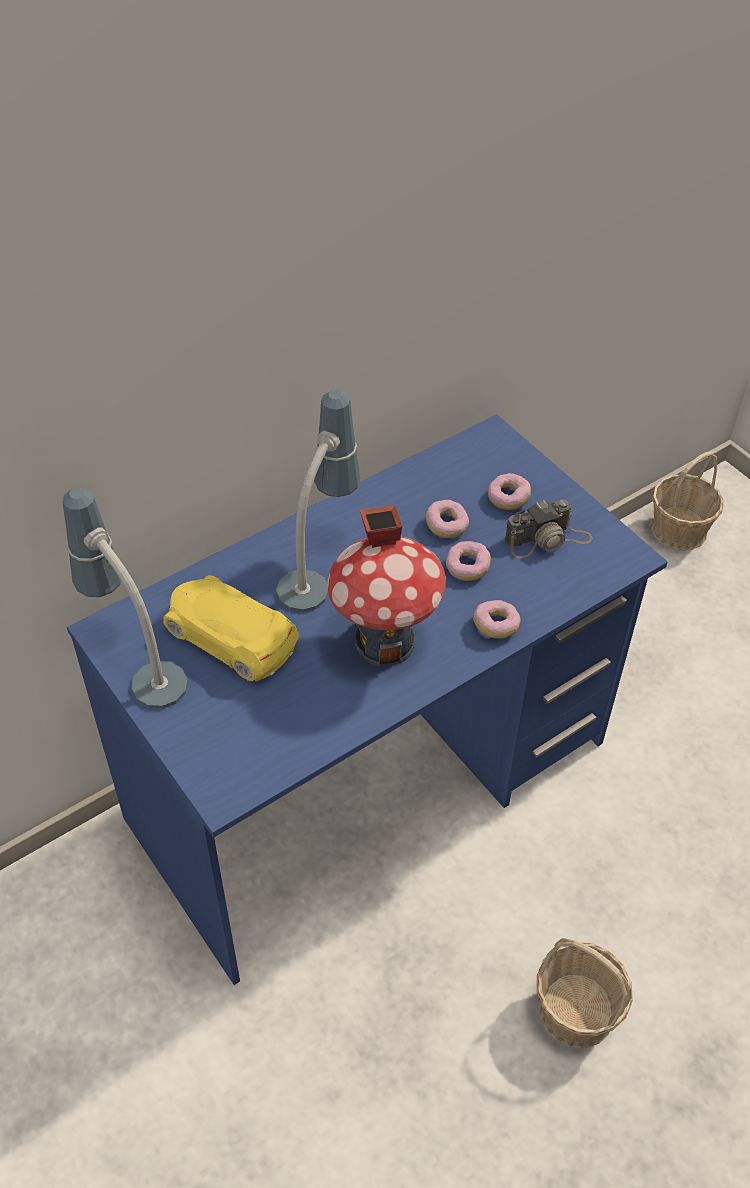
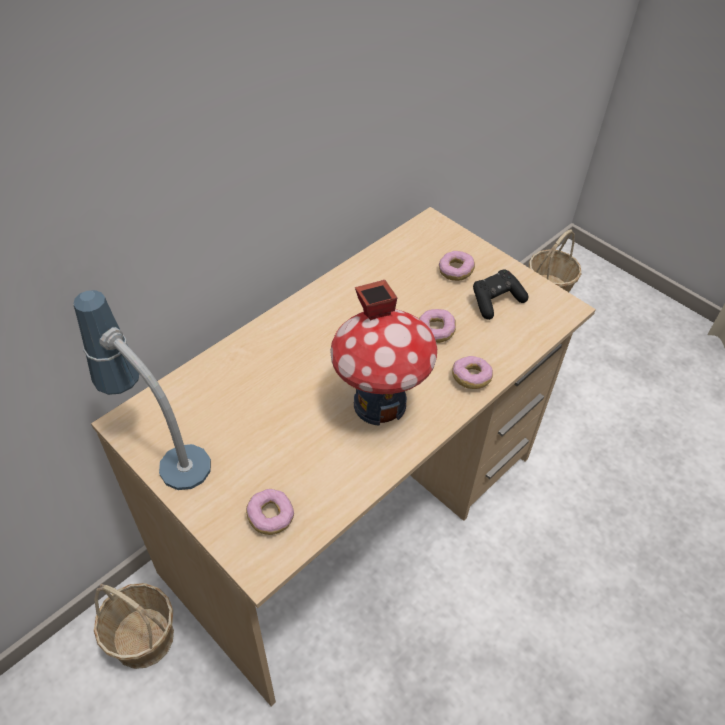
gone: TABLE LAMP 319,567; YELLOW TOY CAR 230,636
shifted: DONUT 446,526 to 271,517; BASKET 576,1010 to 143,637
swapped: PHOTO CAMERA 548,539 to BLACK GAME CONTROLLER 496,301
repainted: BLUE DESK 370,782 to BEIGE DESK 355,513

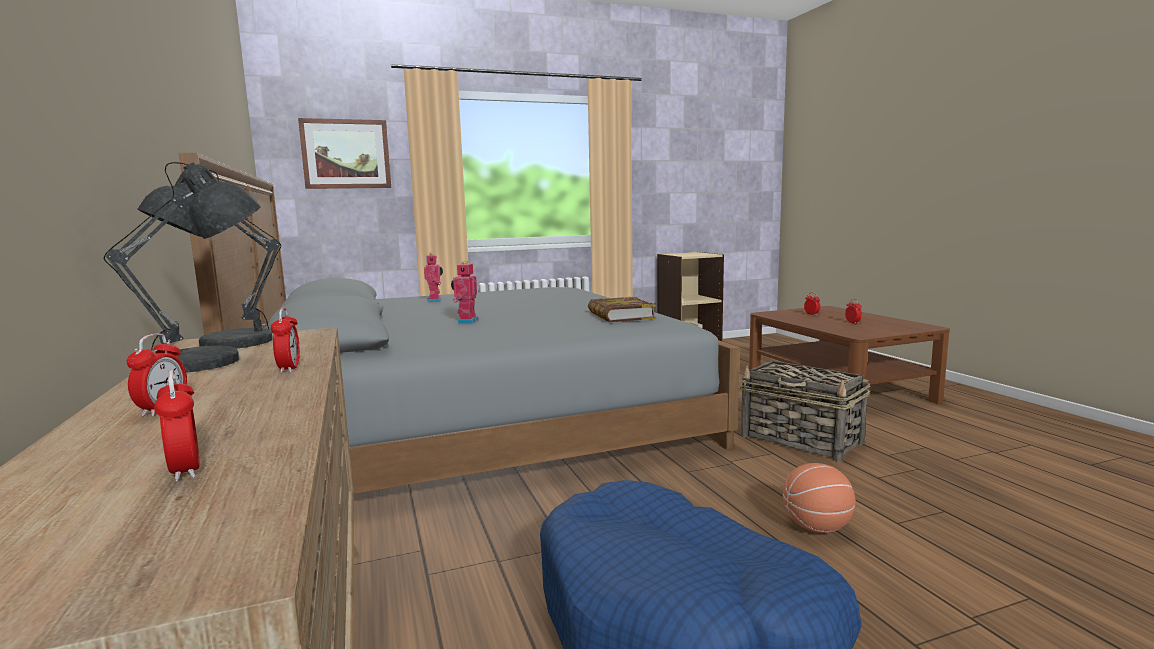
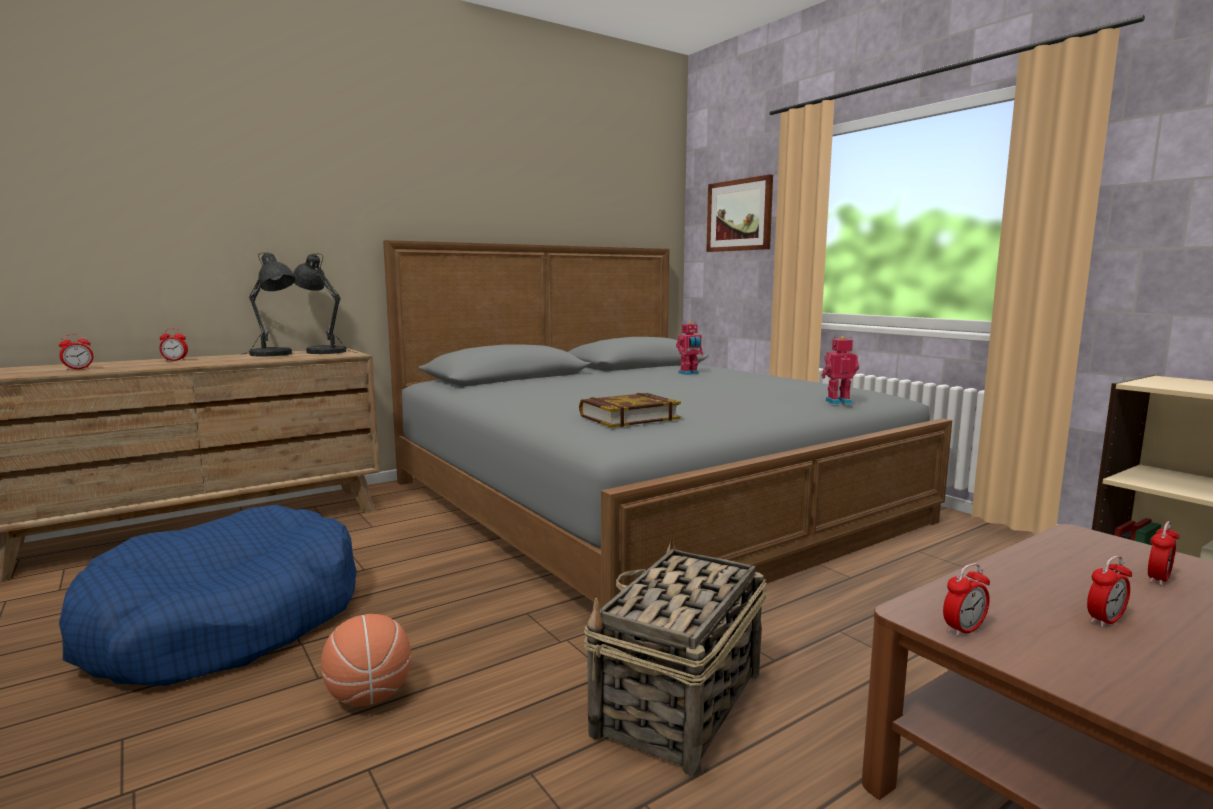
shifted: TOY ROBOT 466,321 to 837,401; ALARM CLOCK 289,369 to 963,630

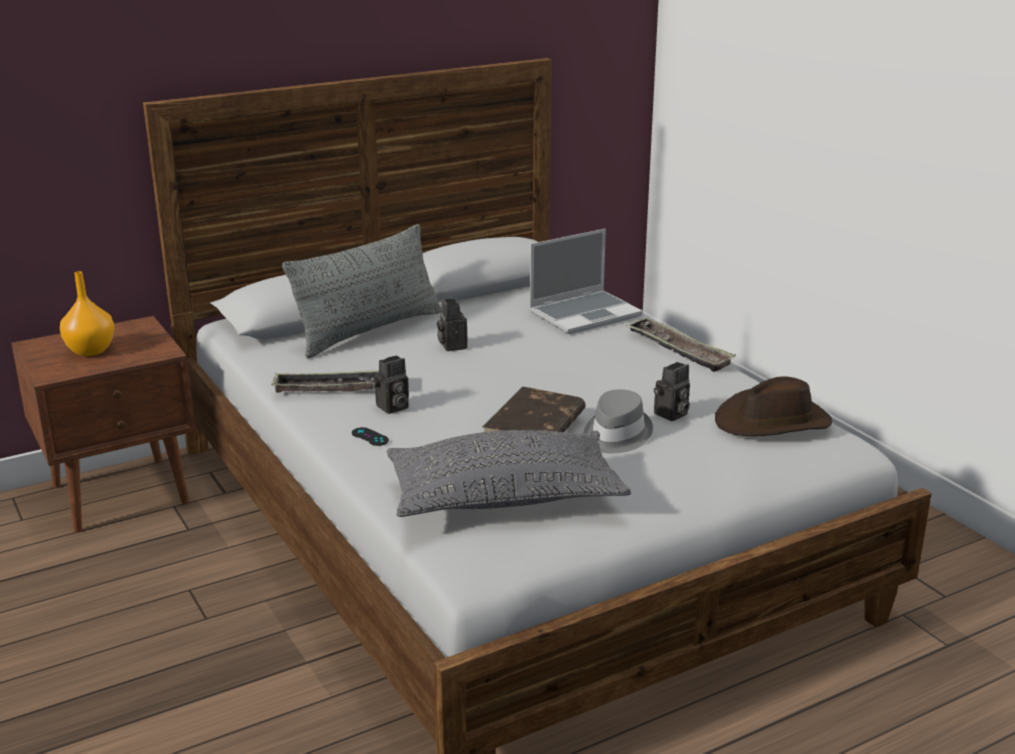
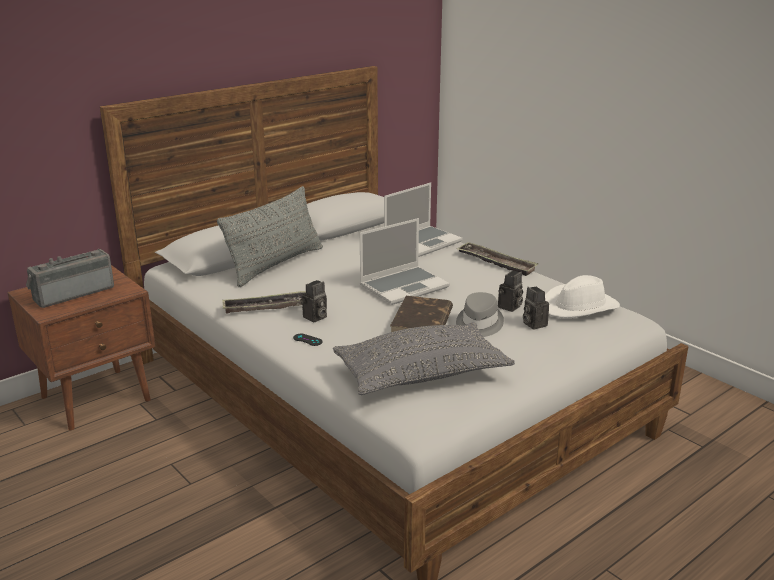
new: LAPTOP 404,286
shifted: PHOTO CAMERA 451,345 to 533,324
swapped: ORANGE VASE 91,350 to RADIO 73,293
repainted: BROWN HAT 773,422 to WHITE HAT 579,307

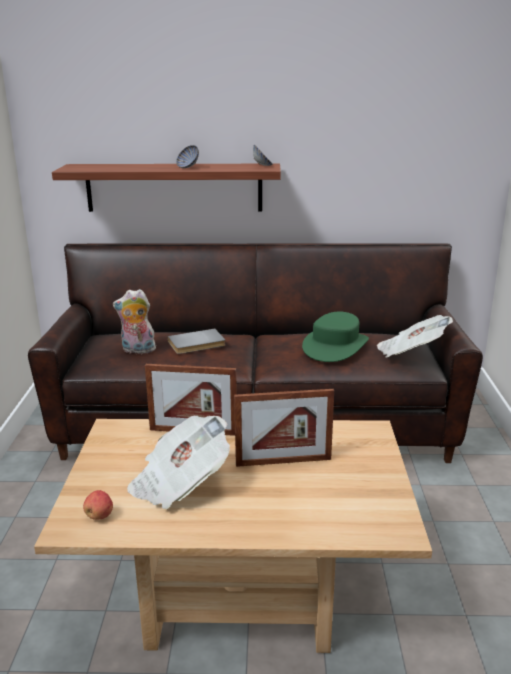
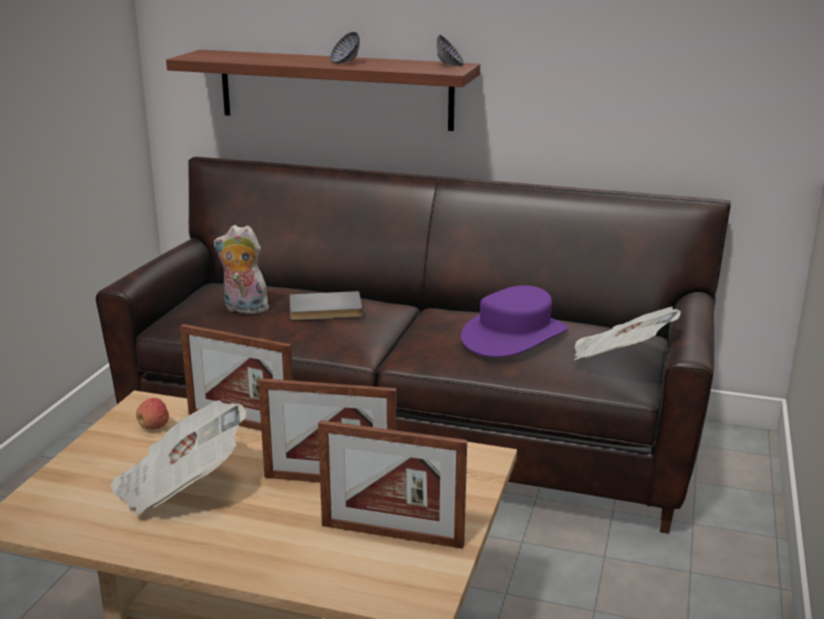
new: PICTURE FRAME 392,535
shifted: APPLE 99,516 to 154,427
repainted: GREEN HAT 335,346 to PURPLE HAT 514,335

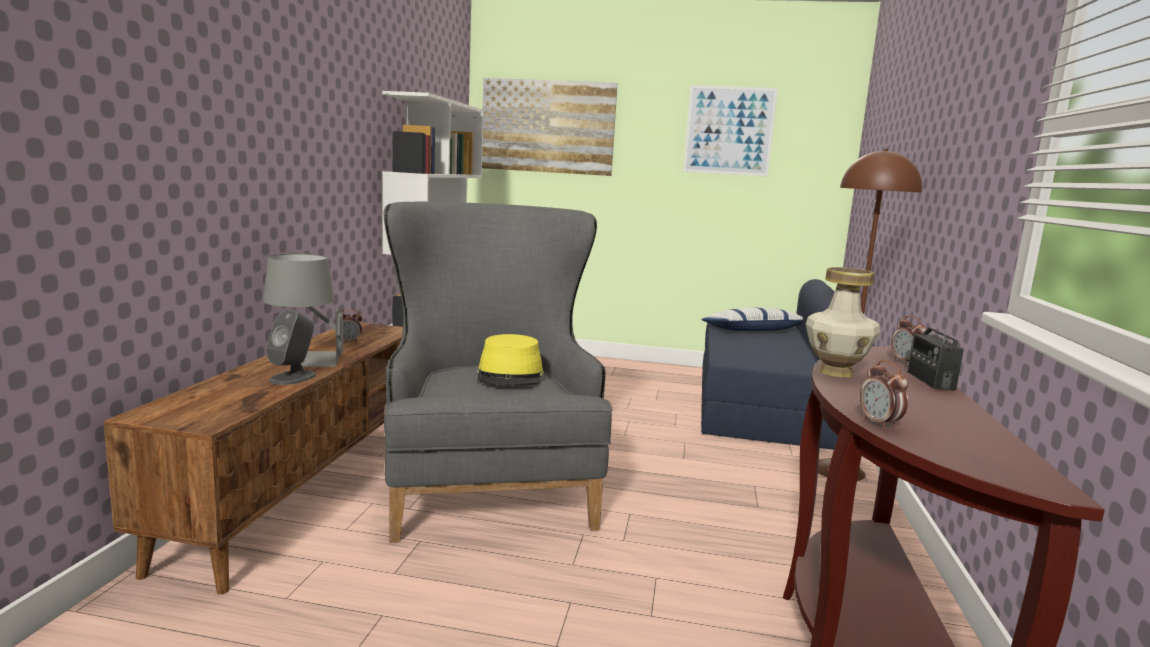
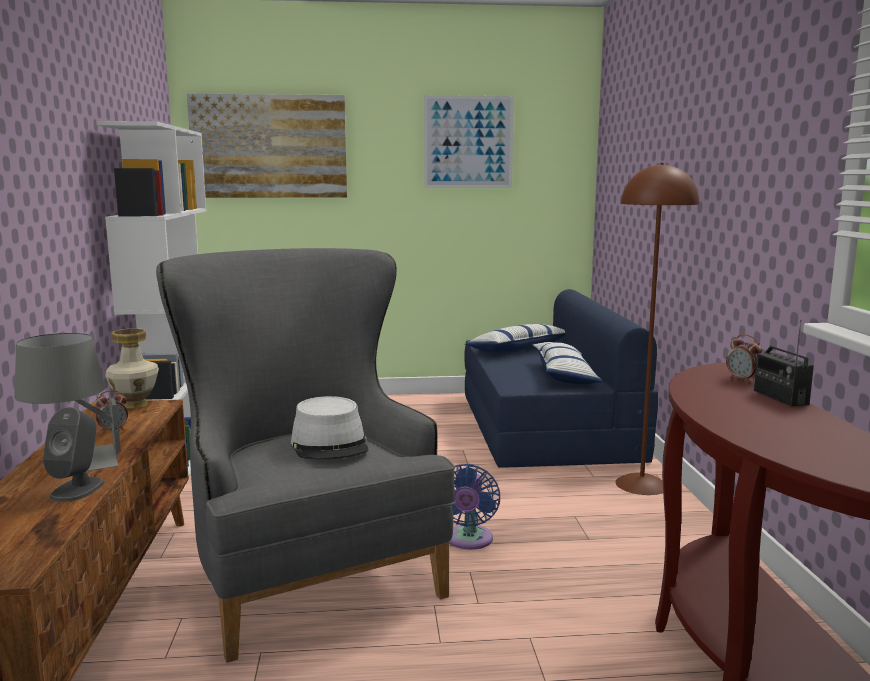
gone: ALARM CLOCK 879,423
new: PILLOW 564,375; BLUE FAN 468,541
shifted: VASE 836,373 to 135,405
repainted: YELLOW HAT 510,375 to GREY HAT 330,444

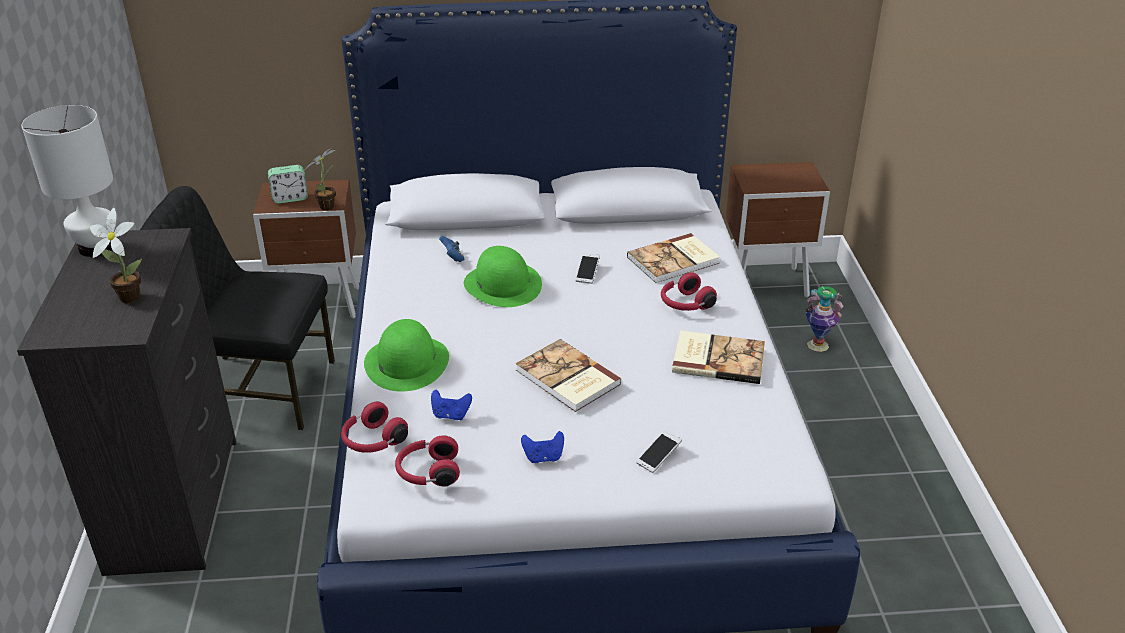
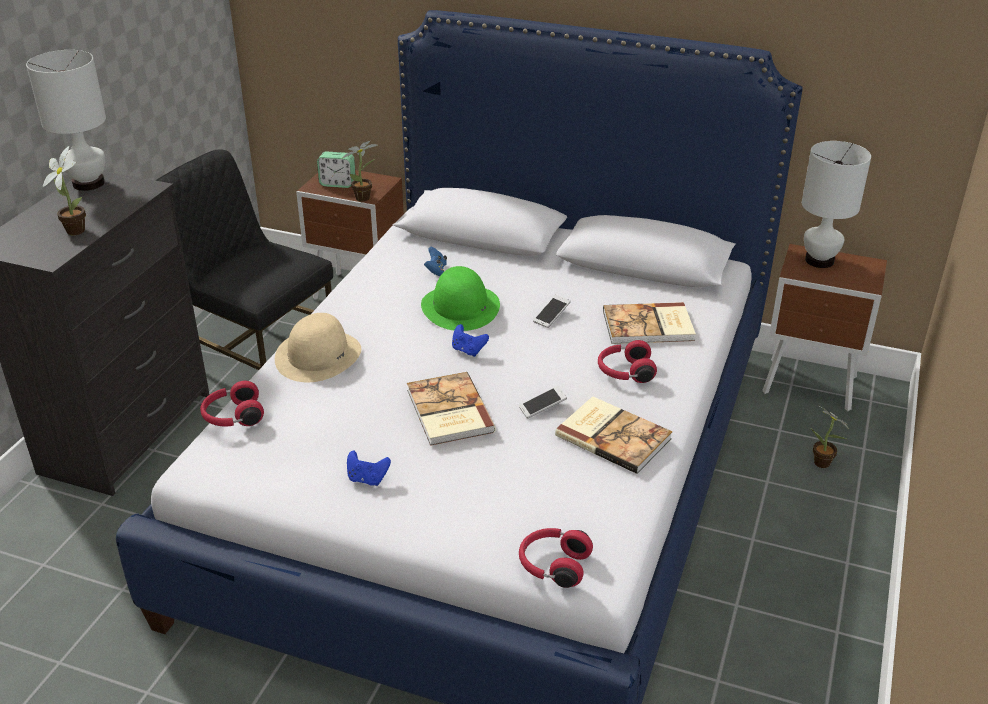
new: WHITE TABLE LAMP 820,260
shifted: BLUE GAME CONTROLLER 451,415 to 468,350; PHONE 658,456 to 542,407; RED HEADPHONES 428,472 to 553,565
swapped: VASE 817,345 to POTTED PLANT 823,465
repainted: GREEN HAT 406,362 to BEIGE HAT 318,355

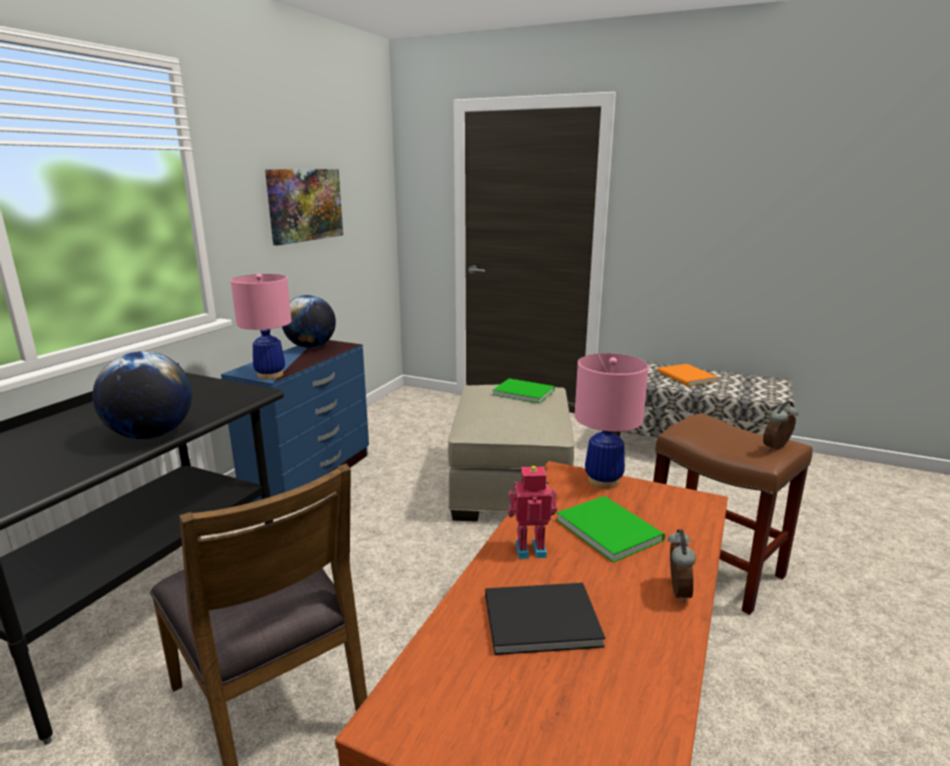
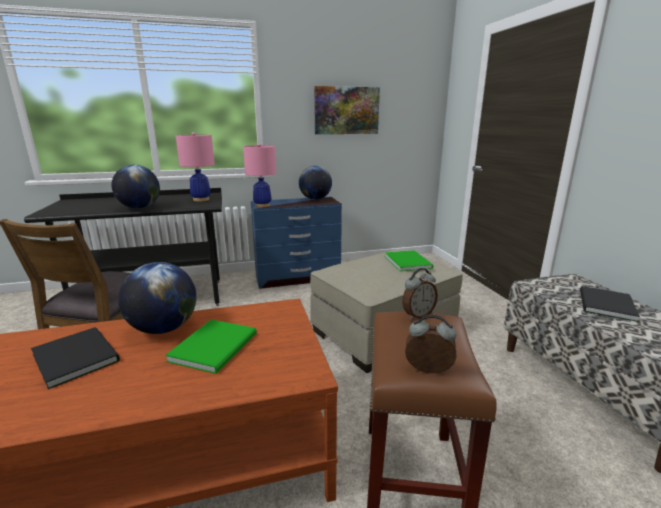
shifted: PINK TABLE LAMP 603,480 to 201,199; ALARM CLOCK 676,592 to 417,315
swapped: TOY ROBOT 530,549 to GLOBE 164,328
repainted: ORANGE BOOK 686,377 to BLACK BOOK 604,305

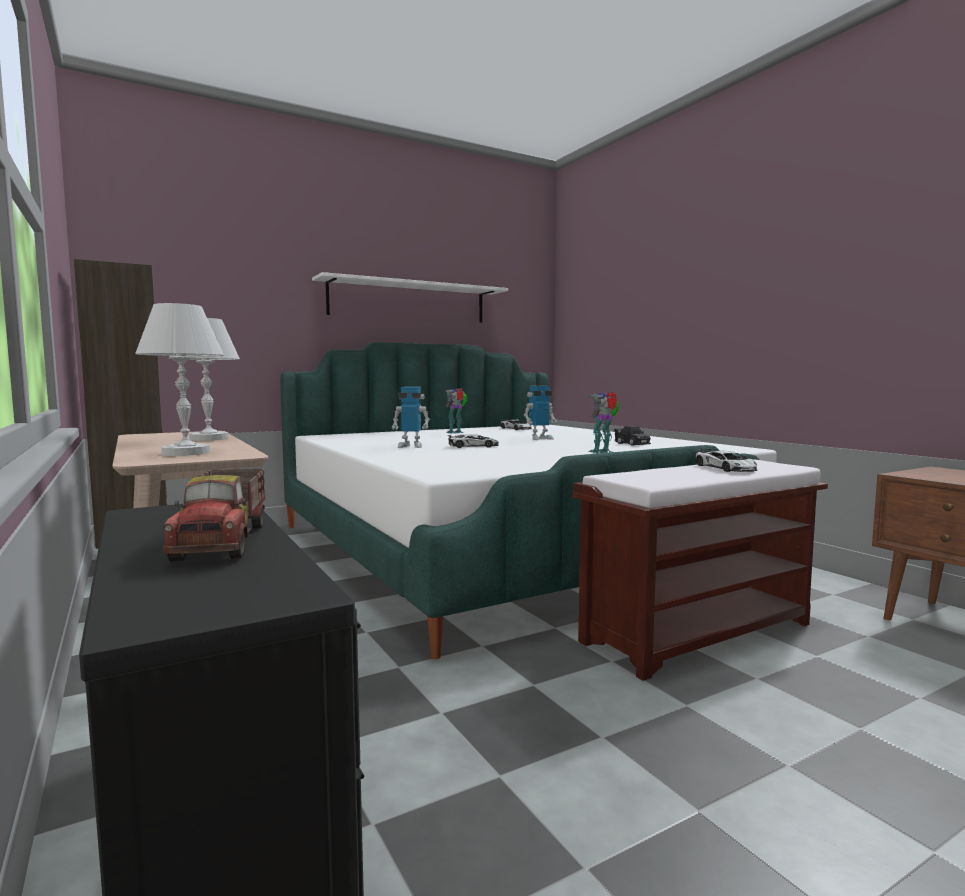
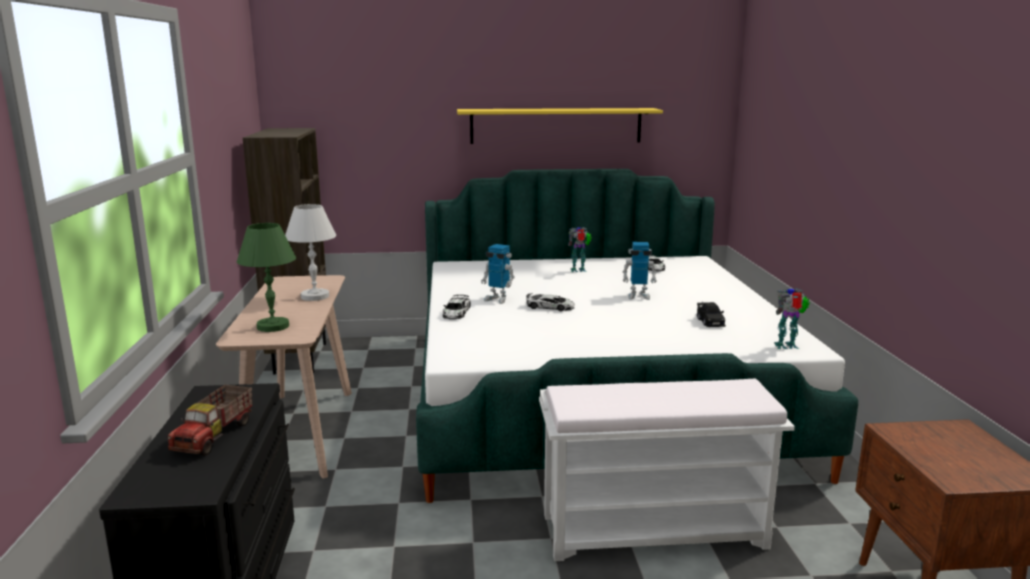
shifted: TOY ROBOT 603,452 to 787,346; TOY CAR 725,468 to 456,312
repainted: WHITE SHELF 409,302 to YELLOW SHELF 556,125; WHITE TABLE LAMP 186,452 to GREEN TABLE LAMP 273,326; BROWN BENCH 698,632 to WHITE BENCH 655,530

